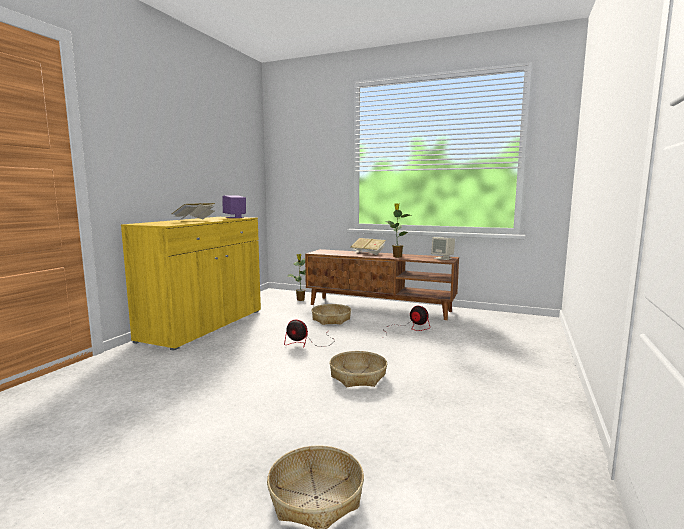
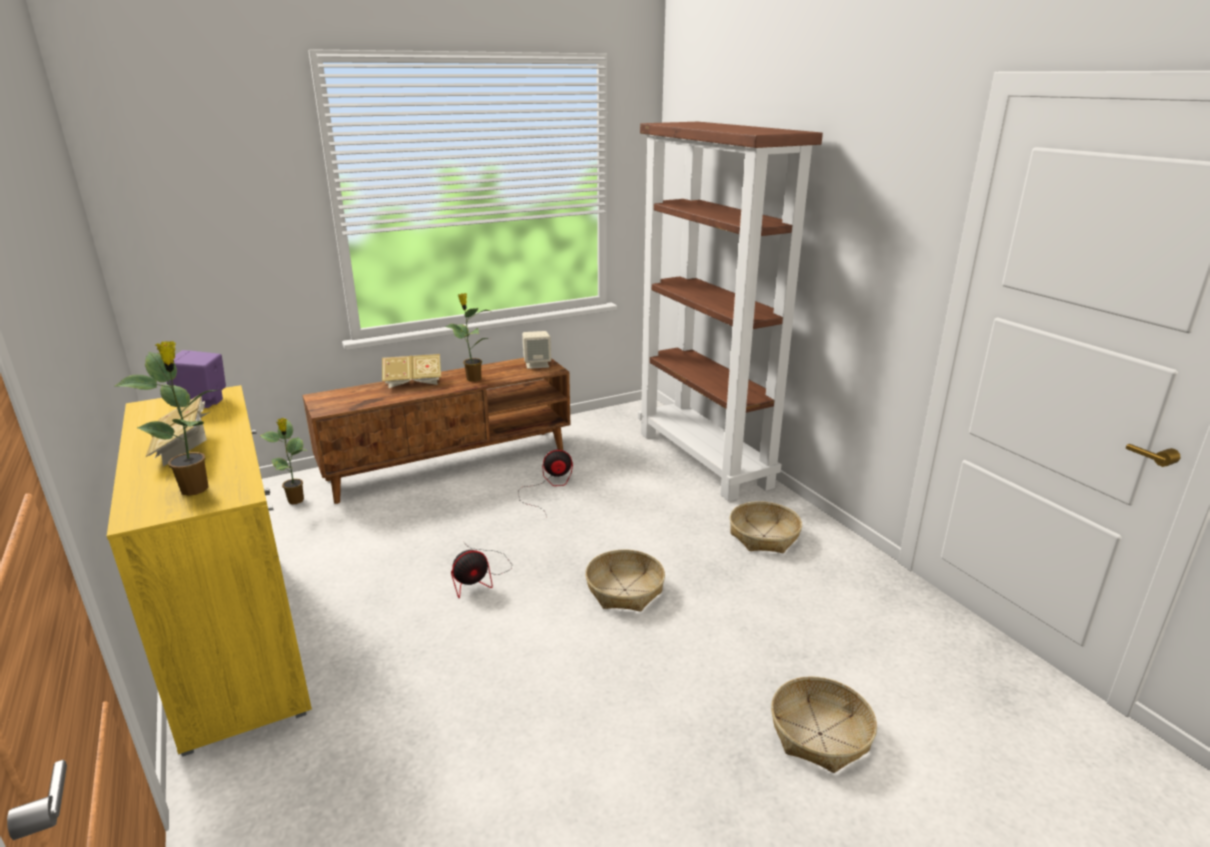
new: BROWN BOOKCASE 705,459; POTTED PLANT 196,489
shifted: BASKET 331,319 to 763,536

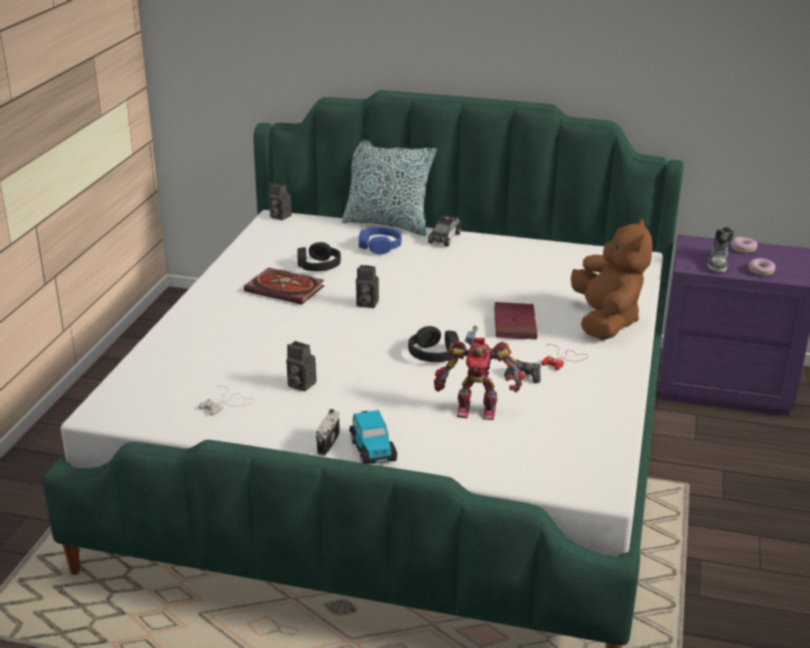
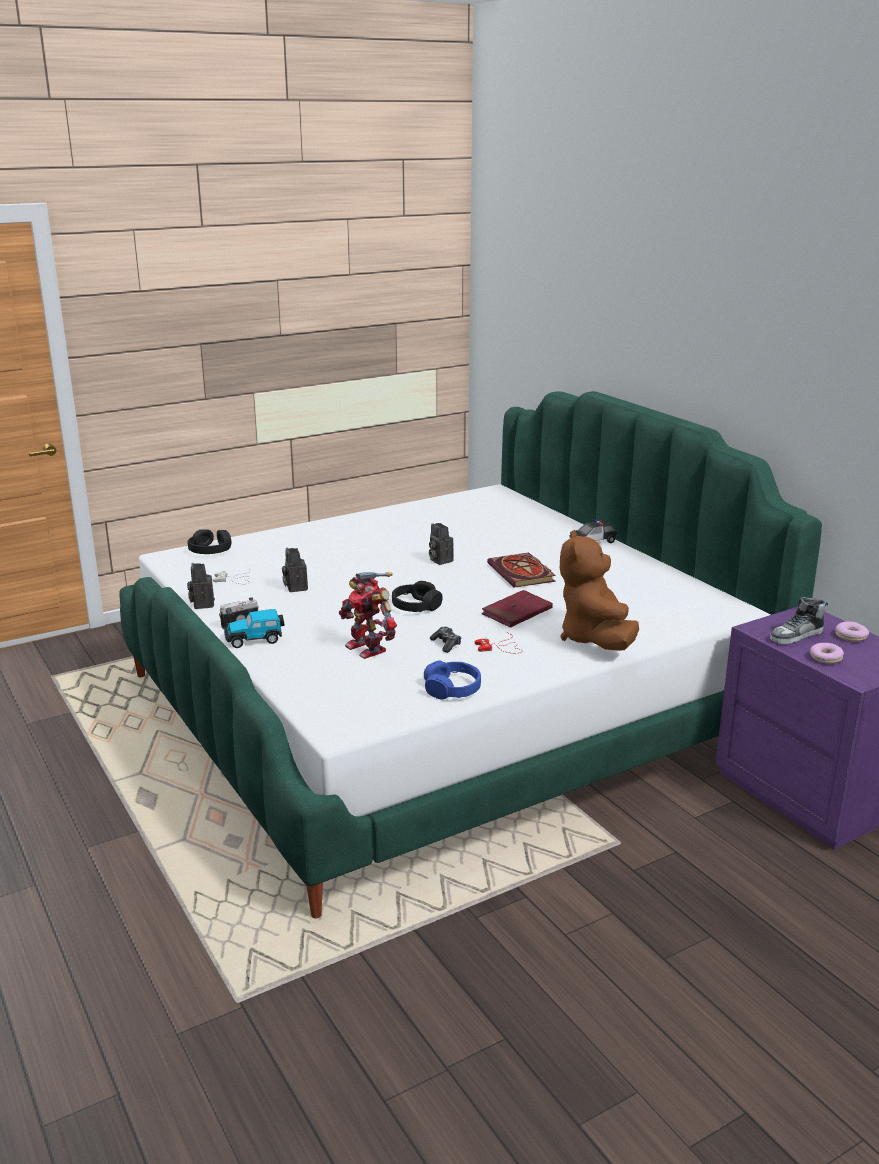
gone: PILLOW 388,224
shifted: PHOTO CAMERA 279,216 to 202,604; BLUE HEADPHONES 379,246 to 452,689; BLACK HEADPHONES 318,265 to 210,550; BOOK 287,289 to 523,574
rotated: BROWN PLUSH TOY 605,321 = 595,639 135 degrees clockwise; TOY CAR 372,450 = 255,639 45 degrees clockwise

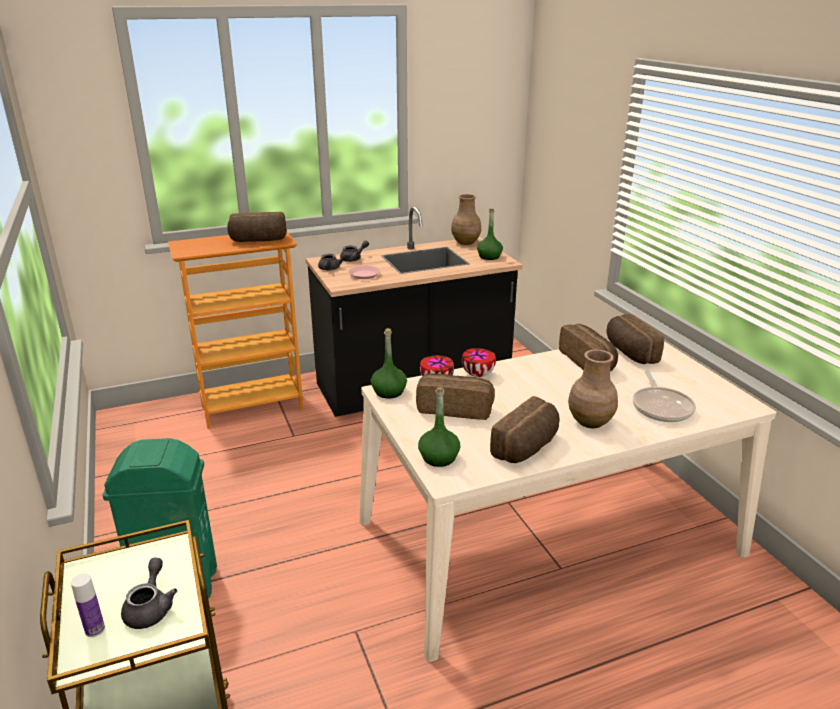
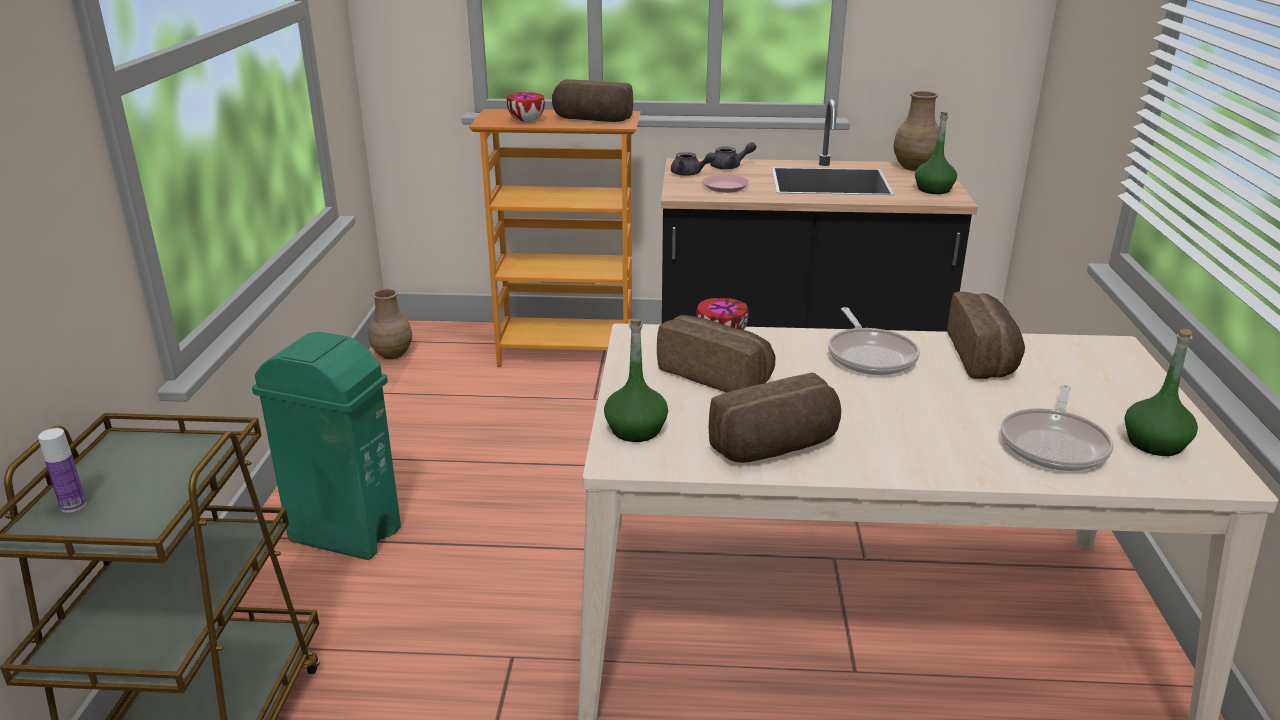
gone: BREAD 629,352; GREY TEAPOT 151,608
new: FRYING PAN 870,356
shifted: GREEN BOTTLE 389,392 to 1155,444; BOWL 478,375 to 526,121; BROWN VASE 589,421 to 392,354

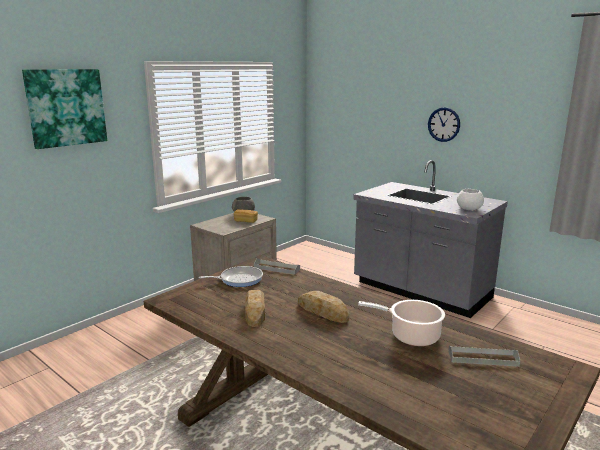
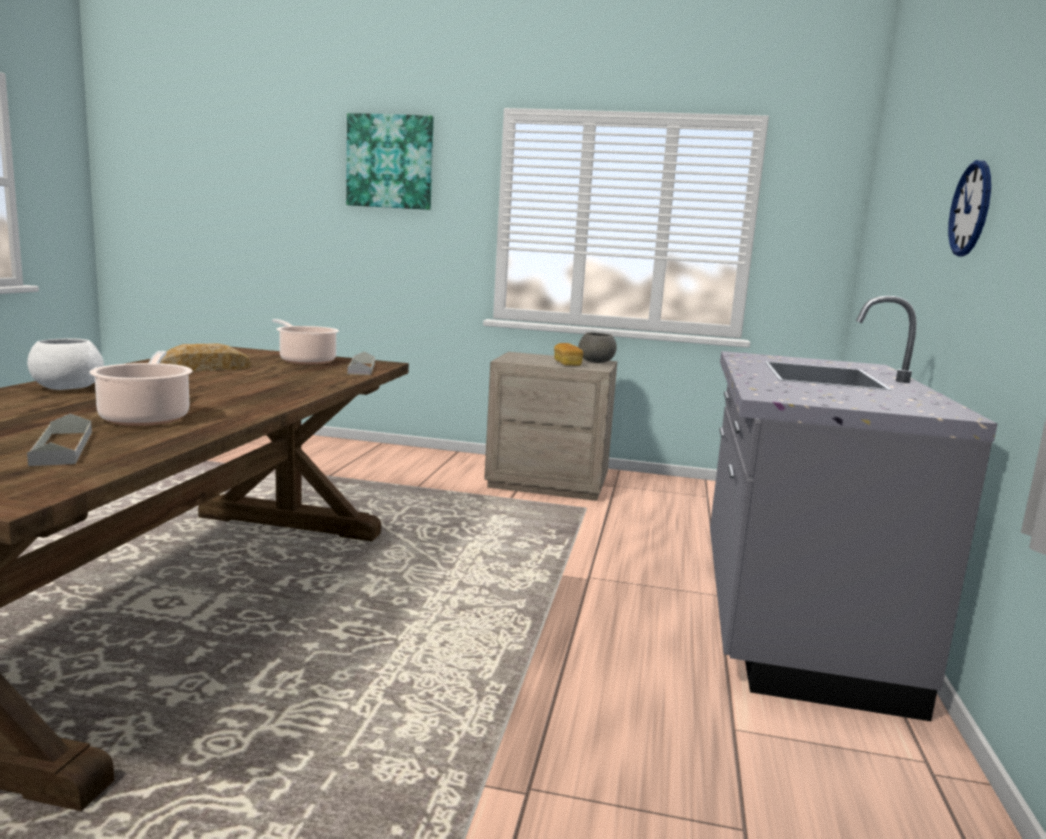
gone: BREAD 323,311
shifted: WHITE BOWL 468,209 to 67,388
swapped: FRYING PAN 239,279 to COOKING POT 305,360

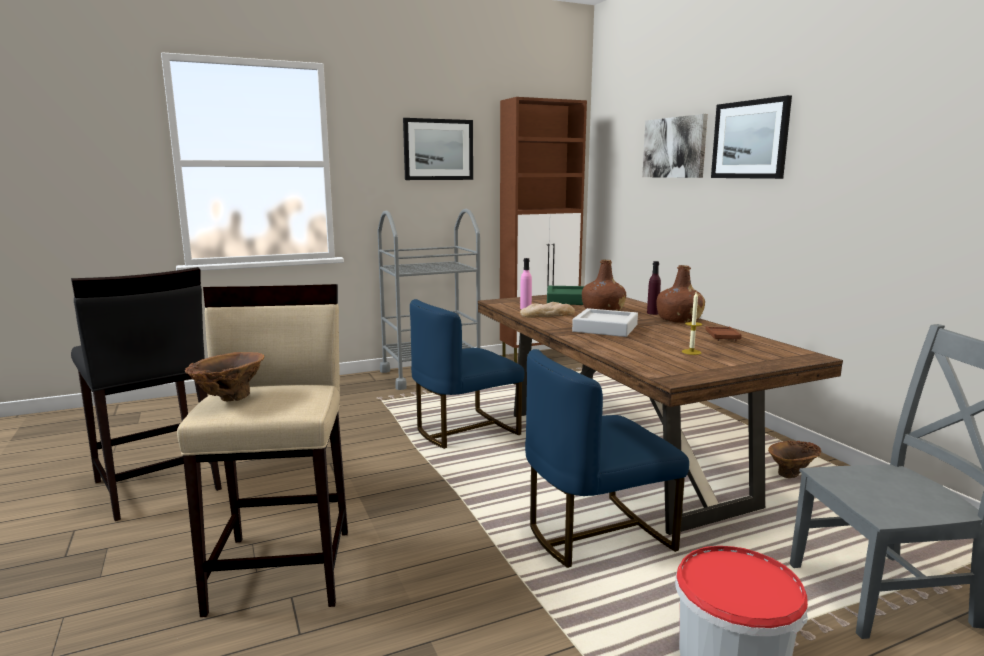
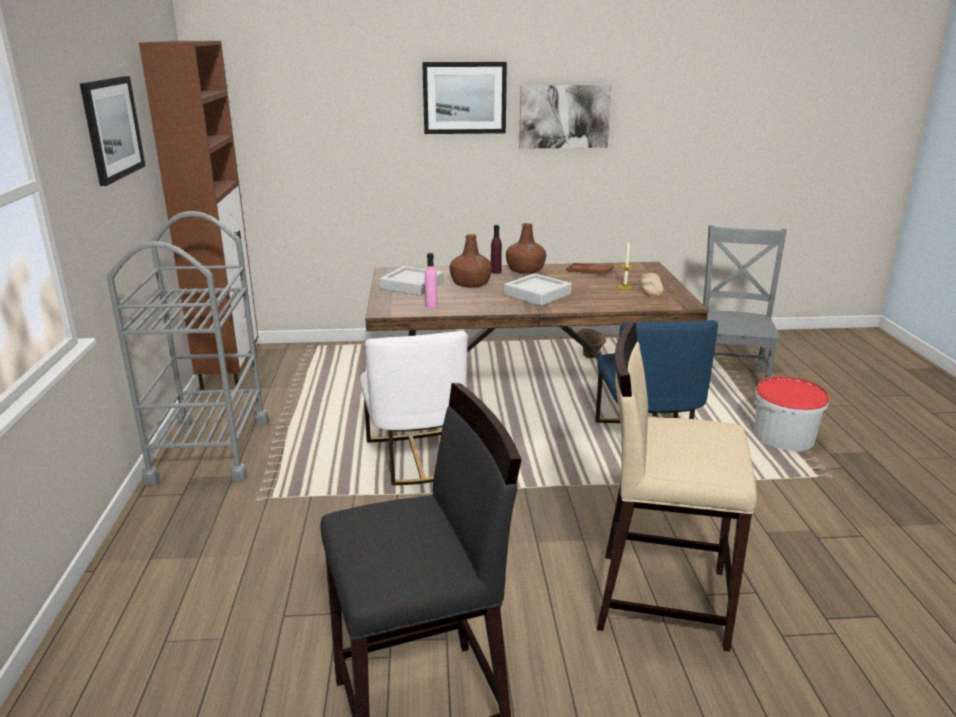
gone: BROWN VASE 228,399
shifted: PICTURE 674,147 to 564,116; BREAD 547,314 to 651,288
repainted: GREEN TRAY 569,300 to GREY TRAY 412,286; BLUE CHAIR 464,430 to WHITE CHAIR 415,458

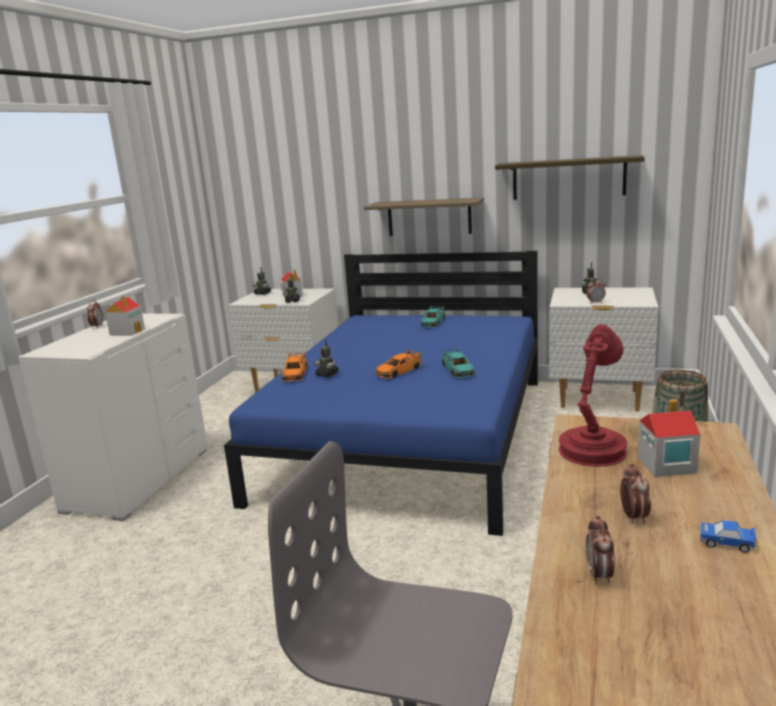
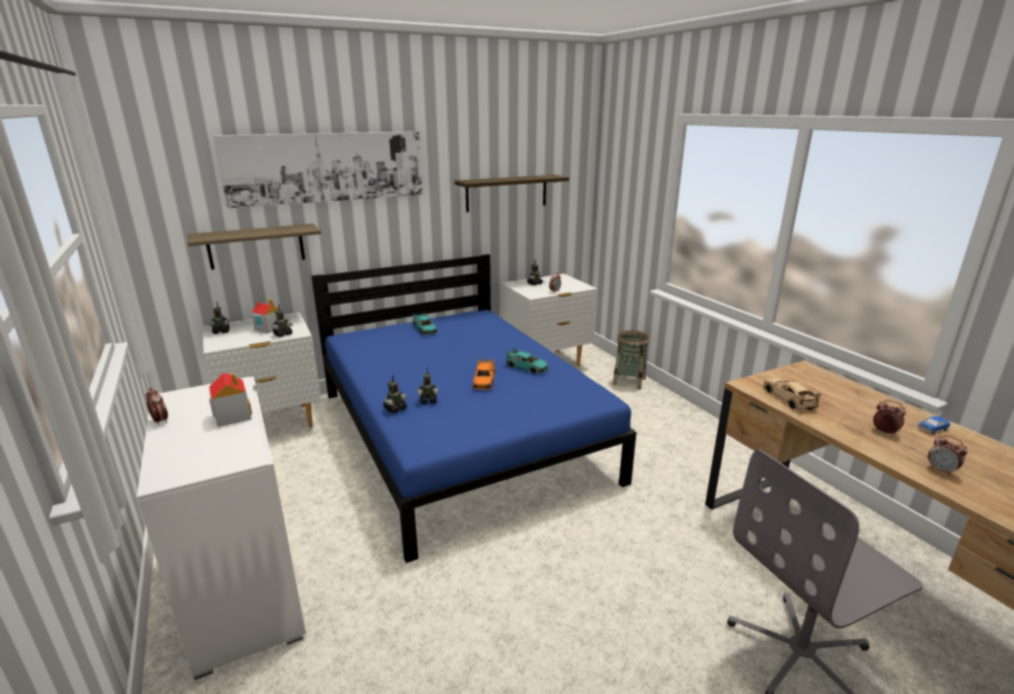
gone: TOY HOUSE 665,465
new: PICTURE 327,167
shifted: SHELF 429,217 to 256,246
swapped: RED TABLE LAMP 593,448 to BEIGE TOY CAR 788,398; ORANGE TOY CAR 295,374 to TOY ROBOT 395,409

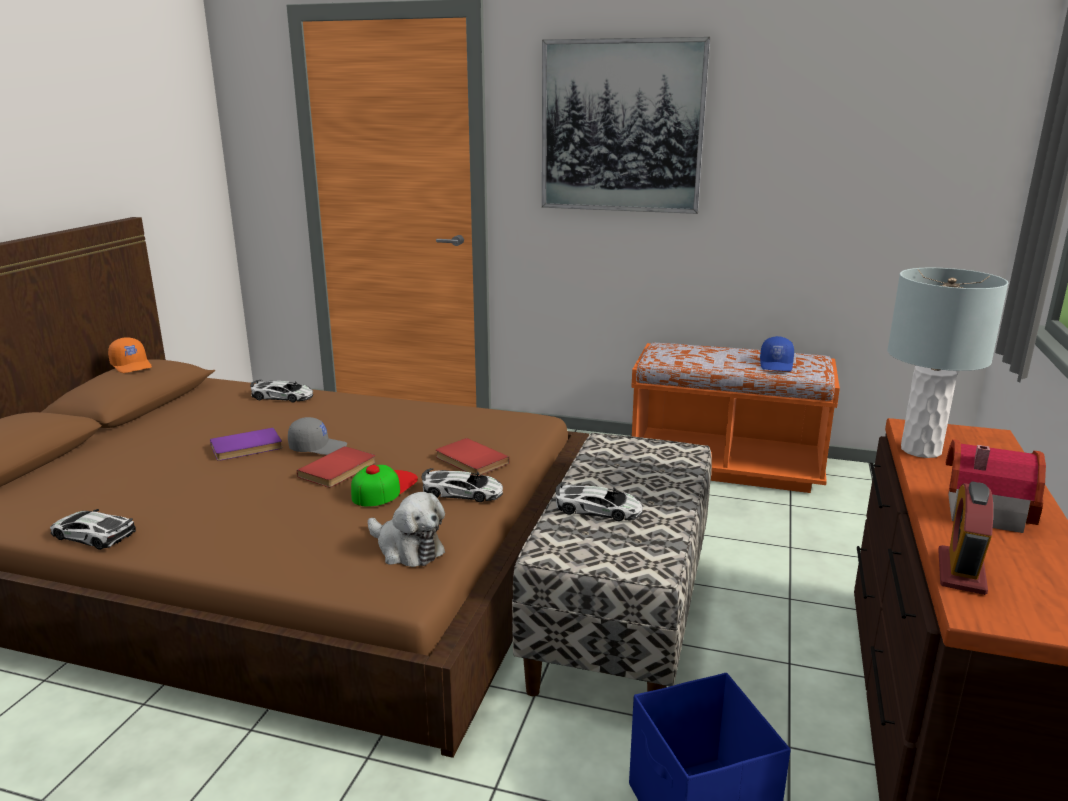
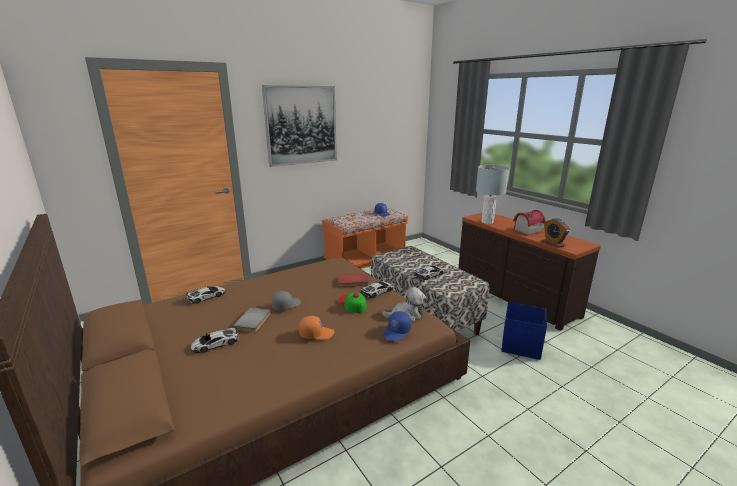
gone: RED BOOK 339,470
new: BLUE CAP 397,332
shifted: ORANGE CAP 132,366 to 316,333; TOY CAR 93,535 to 215,343
repainted: PURPLE BOOK 247,447 to GREY BOOK 254,321

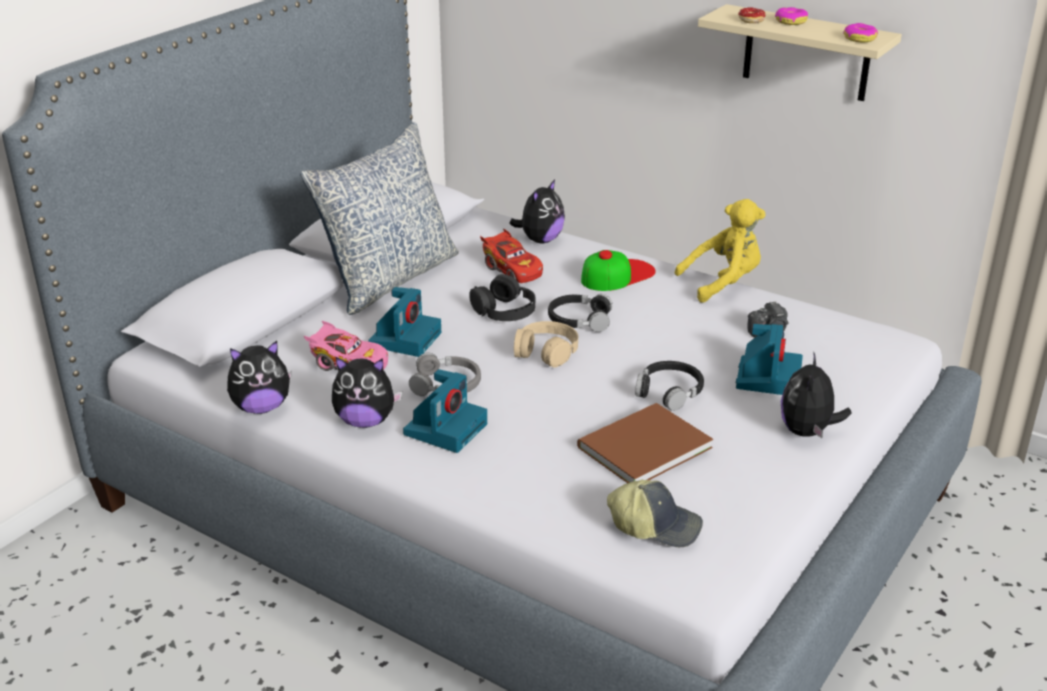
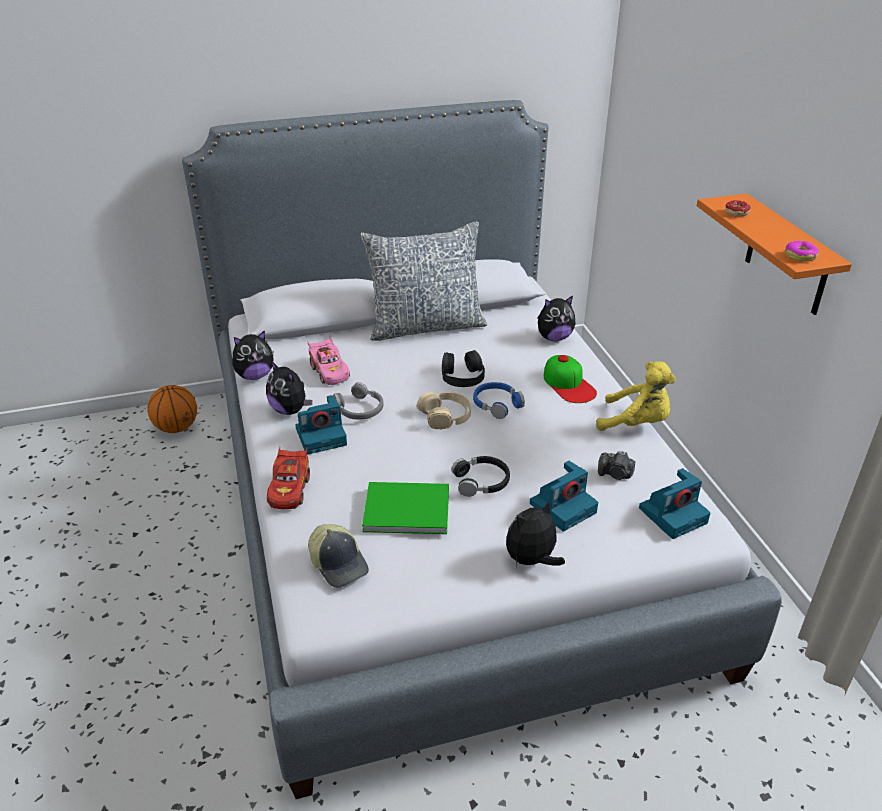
gone: DONUT 790,21
new: BASKETBALL 177,428
shifted: RED TOY CAR 512,270 to 289,489; PHOTO CAMERA 405,338 to 673,514
repainted: BEIGE SHELF 806,53 to ORANGE SHELF 787,256; BLACK HEADPHONES 579,320 to BLUE HEADPHONES 497,404; BROWN BOOK 640,447 to GREEN BOOK 404,508
rotated: CAP 617,275 = 569,384 60 degrees clockwise; PLUSH TOY 261,407 = 255,376 45 degrees counterclockwise

